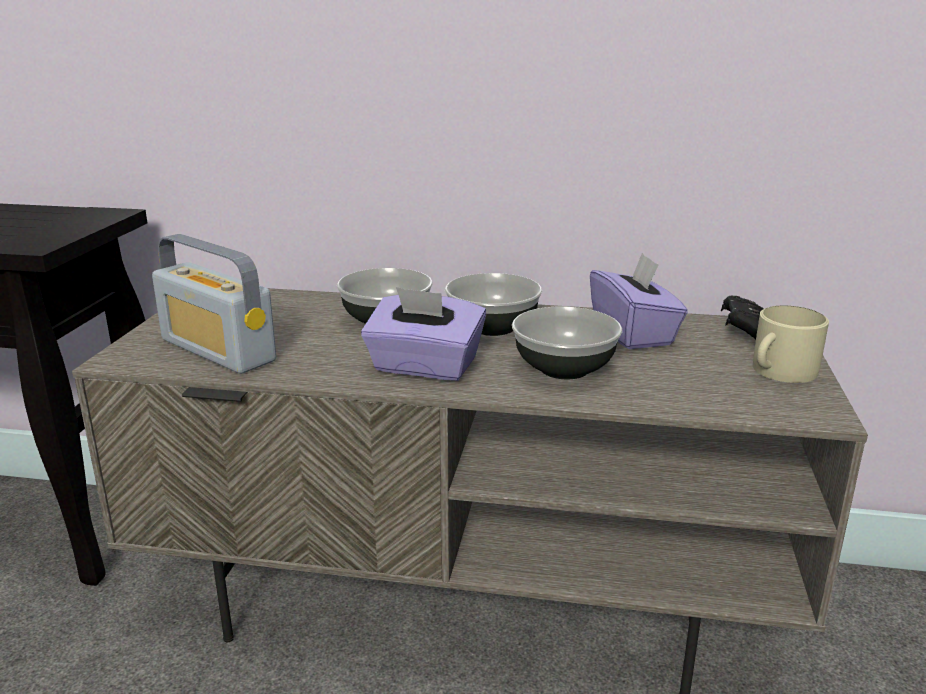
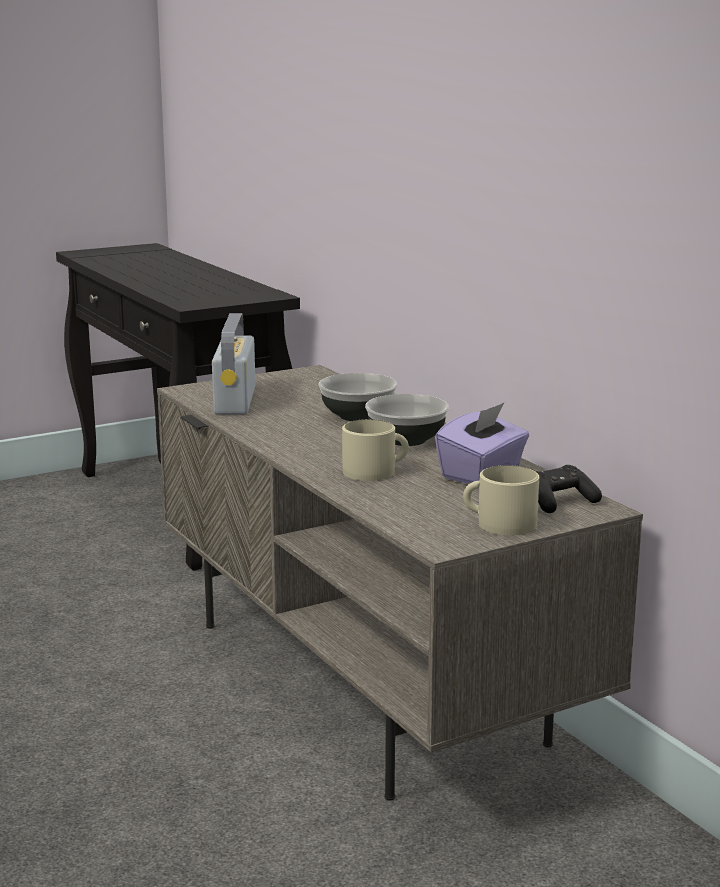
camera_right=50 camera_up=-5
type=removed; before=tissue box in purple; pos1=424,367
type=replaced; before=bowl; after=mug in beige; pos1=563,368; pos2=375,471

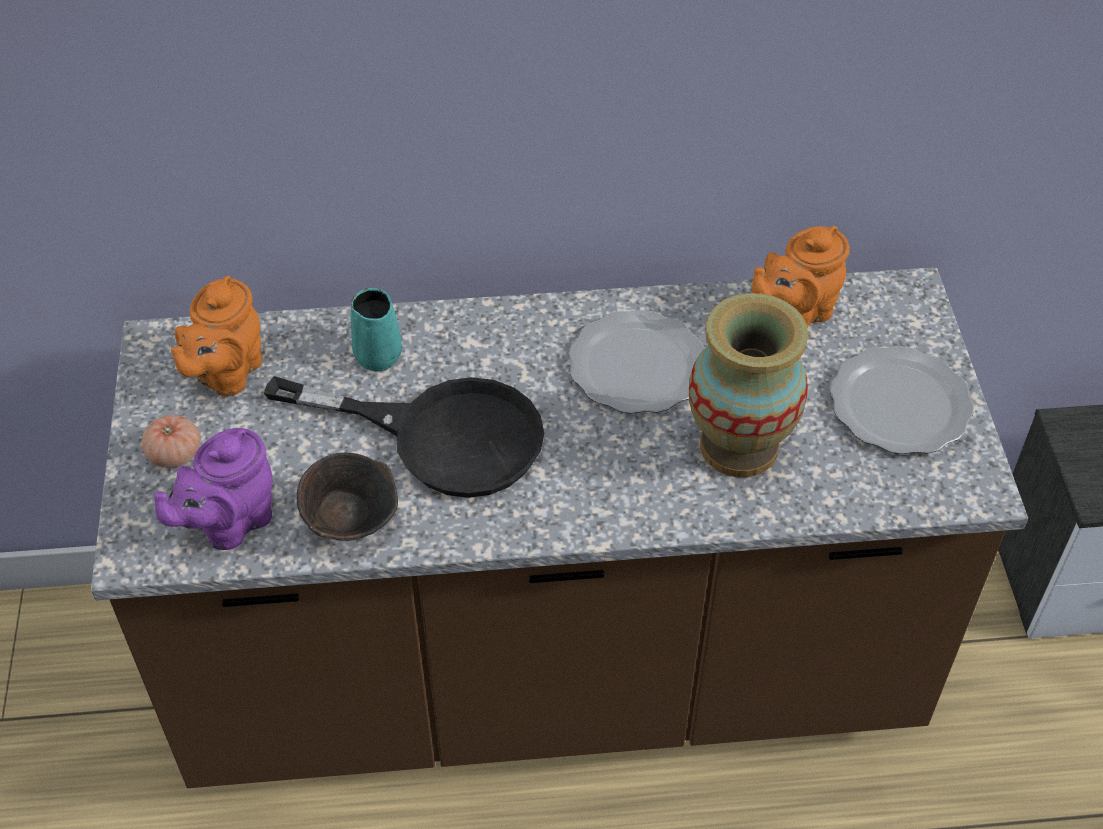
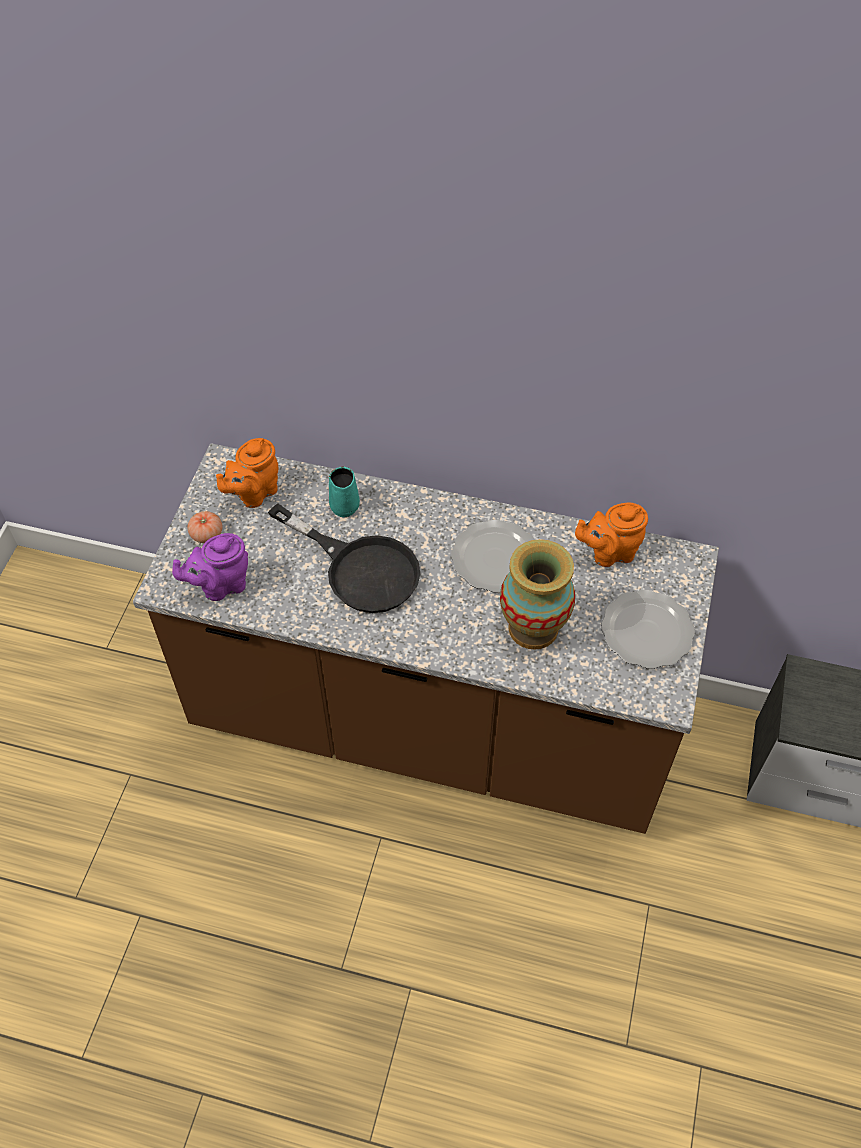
camera_right=20 camera_up=5
type=removed; before=bowl in brown; pos1=351,521

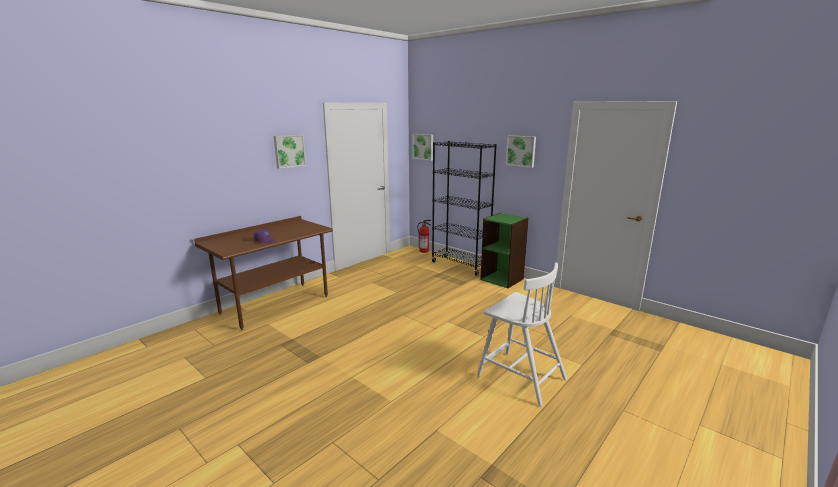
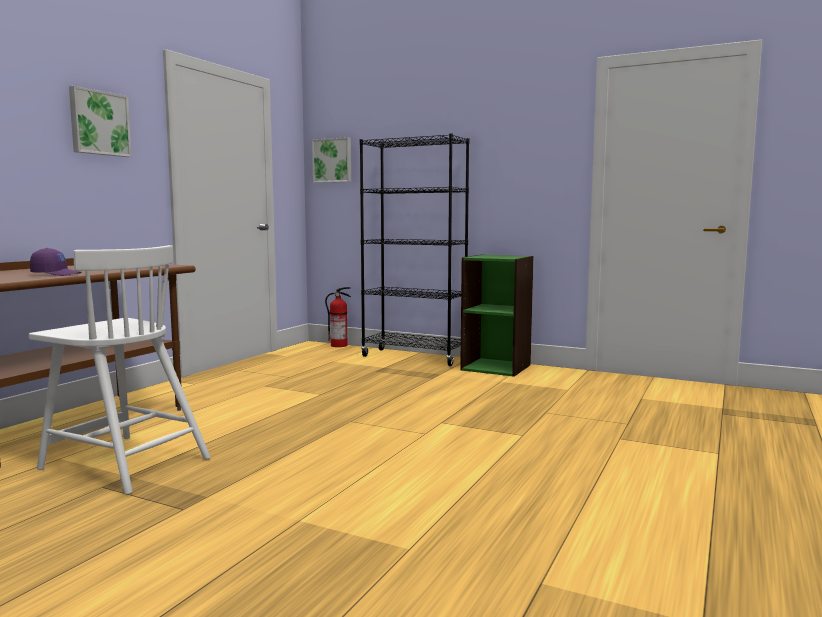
camera_right=-15 camera_up=-10
type=removed; before=picture; pos1=521,151
type=moved; before=chair in white; pos1=520,376; pos2=124,463

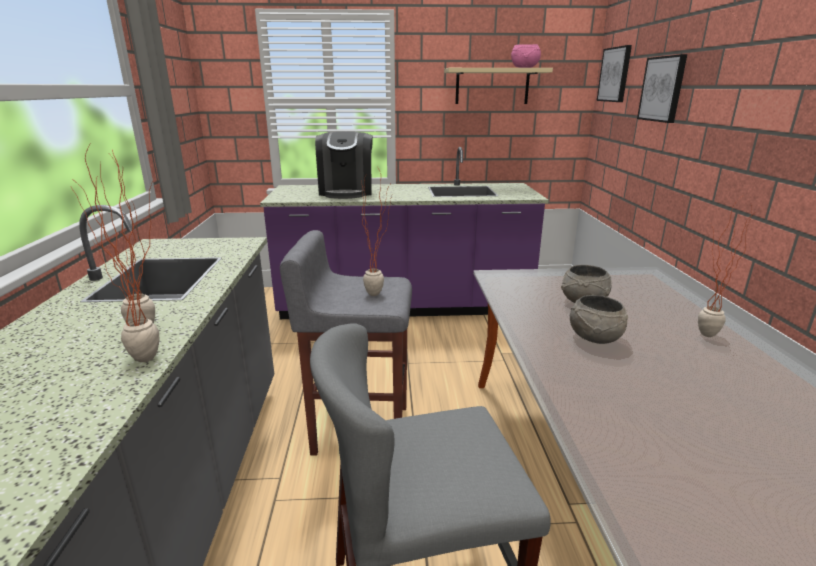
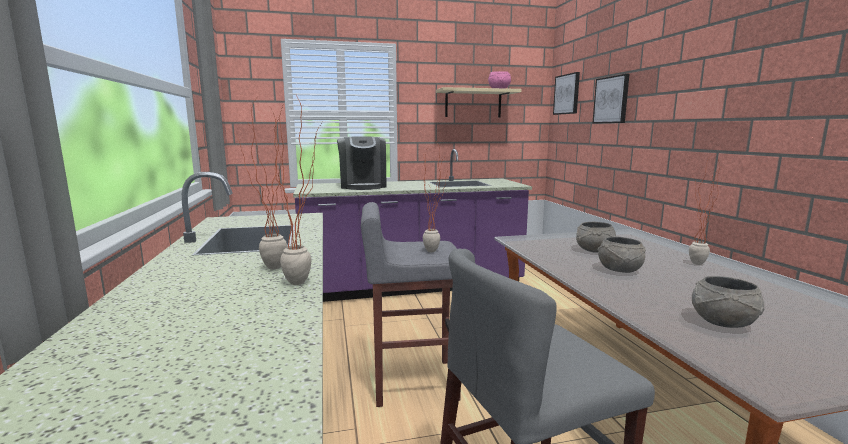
camera_right=-10 camera_up=-10
type=added; after=bowl in grey; pos2=722,323

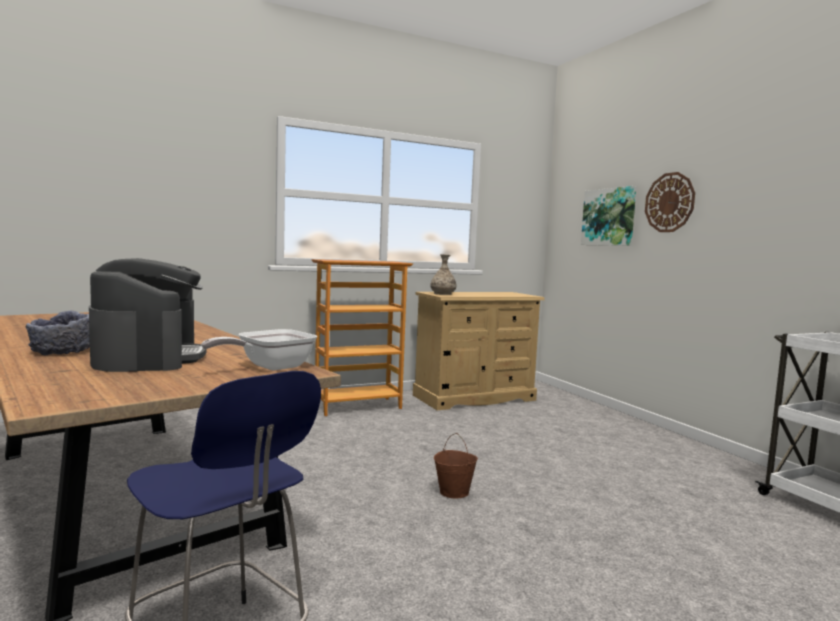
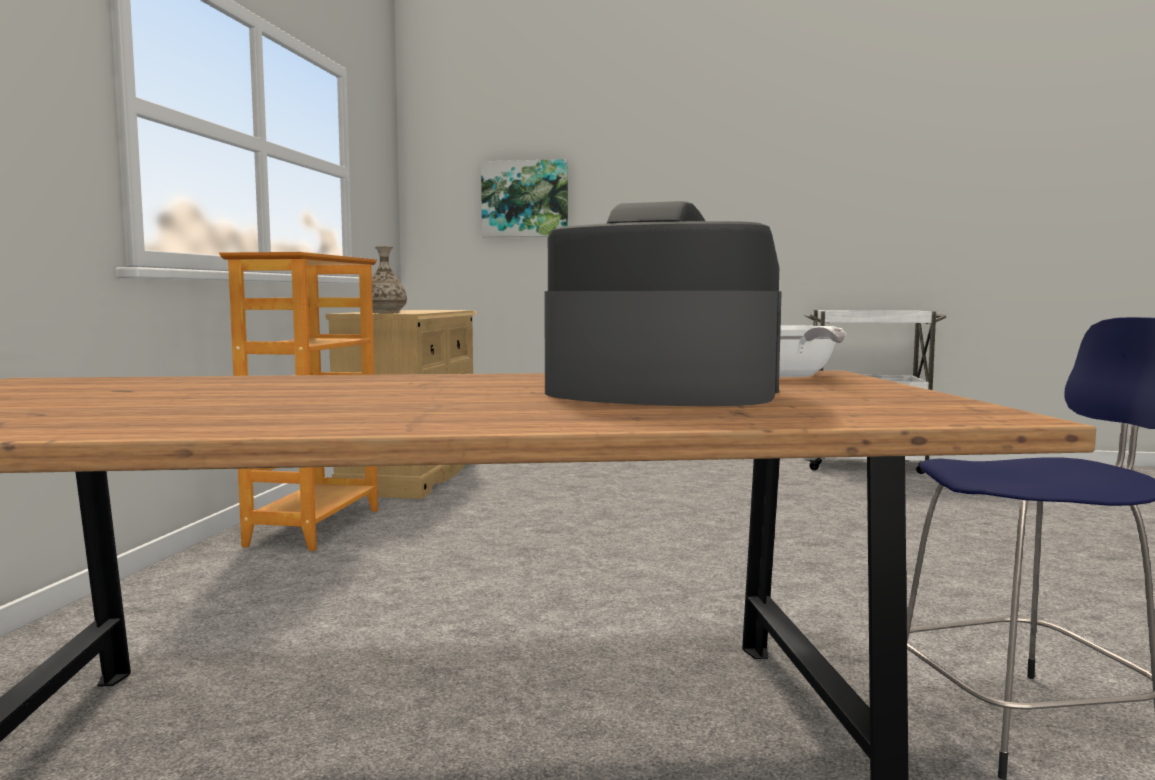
camera_right=-55 camera_up=0
type=removed; before=wall clock; pos1=669,202
type=removed; before=bowl in grey; pos1=63,352
type=removed; before=bucket in brown; pos1=454,492

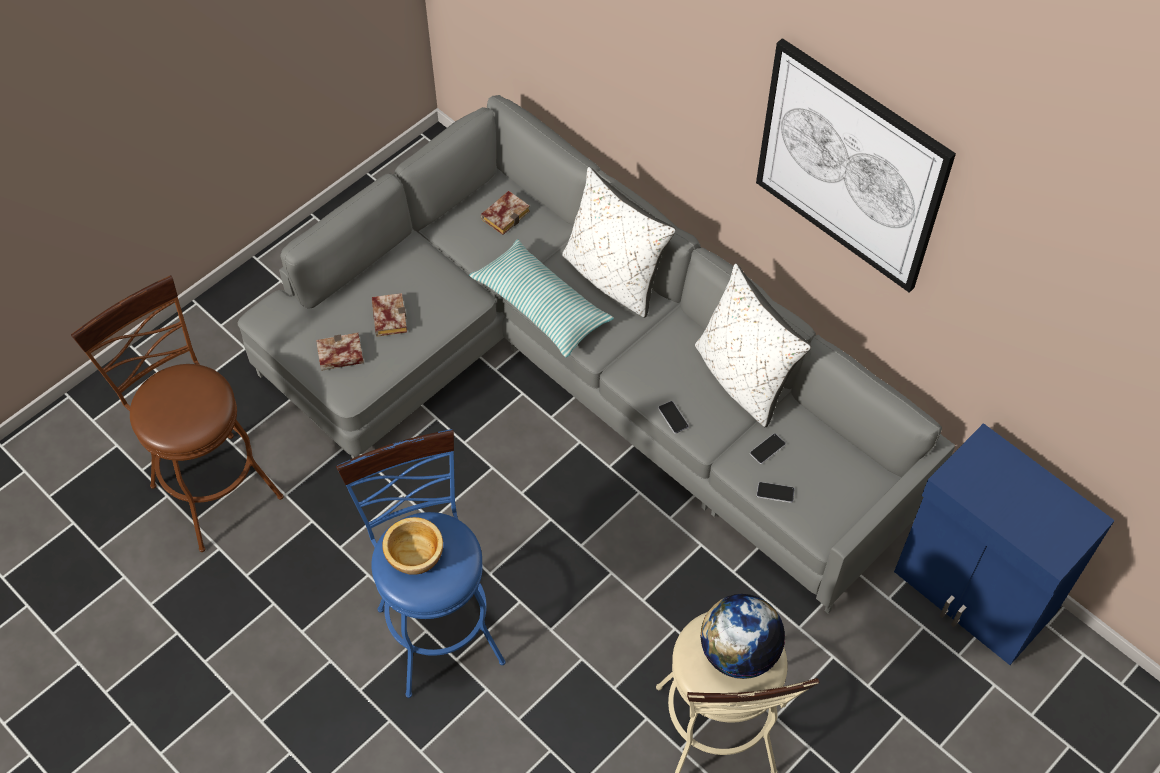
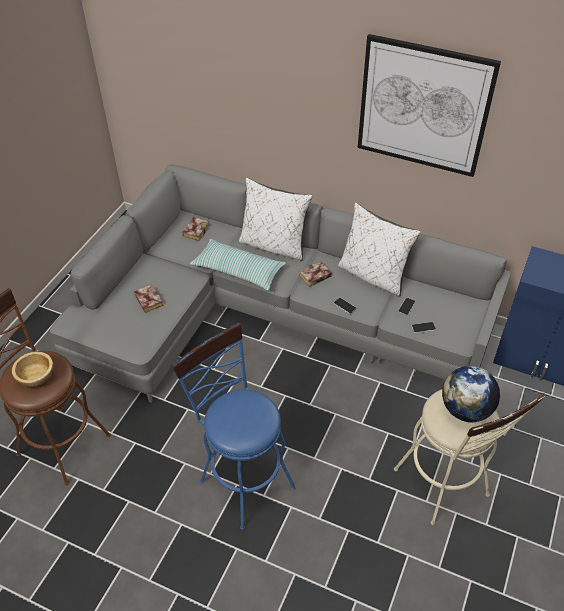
camera_right=-20 camera_up=-10
type=moved; before=book; pos1=339,356; pos2=314,277
type=moved; before=bowl; pos1=416,554; pos2=37,376

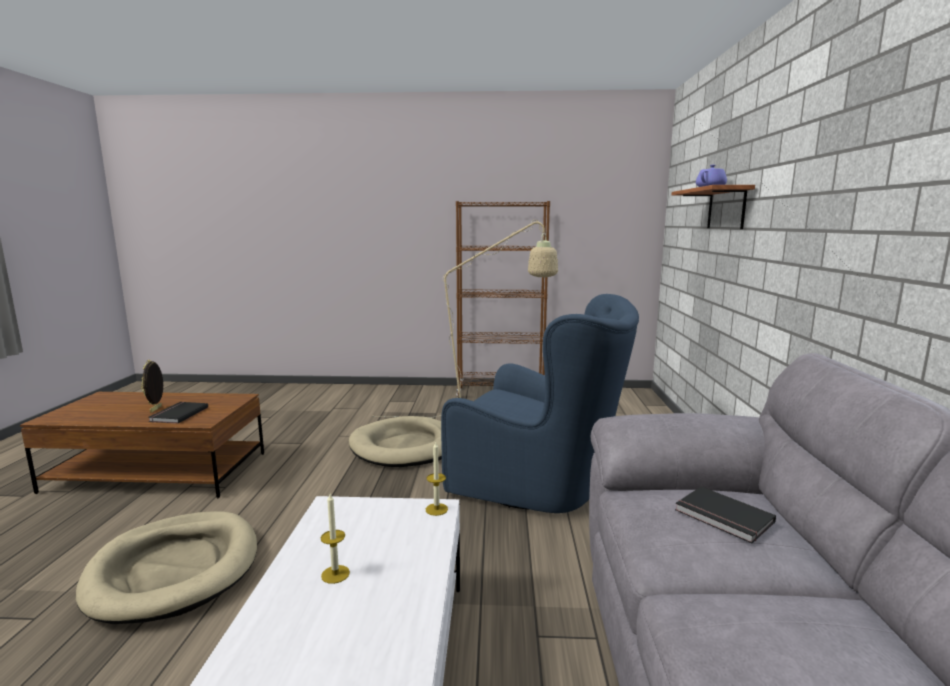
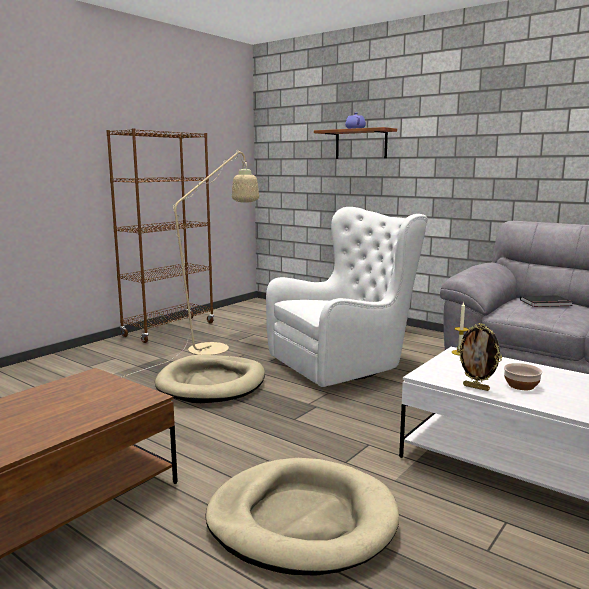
camera_right=-55 camera_up=0
type=recoloured; before=armchair in blue; after=armchair in white; pos1=540,484; pos2=346,362
type=moved; before=picture frame; pos1=156,409; pos2=476,387
type=removed; before=book in black; pos1=178,414
type=replaced; before=candle; after=bowl; pos1=335,574; pos2=521,385

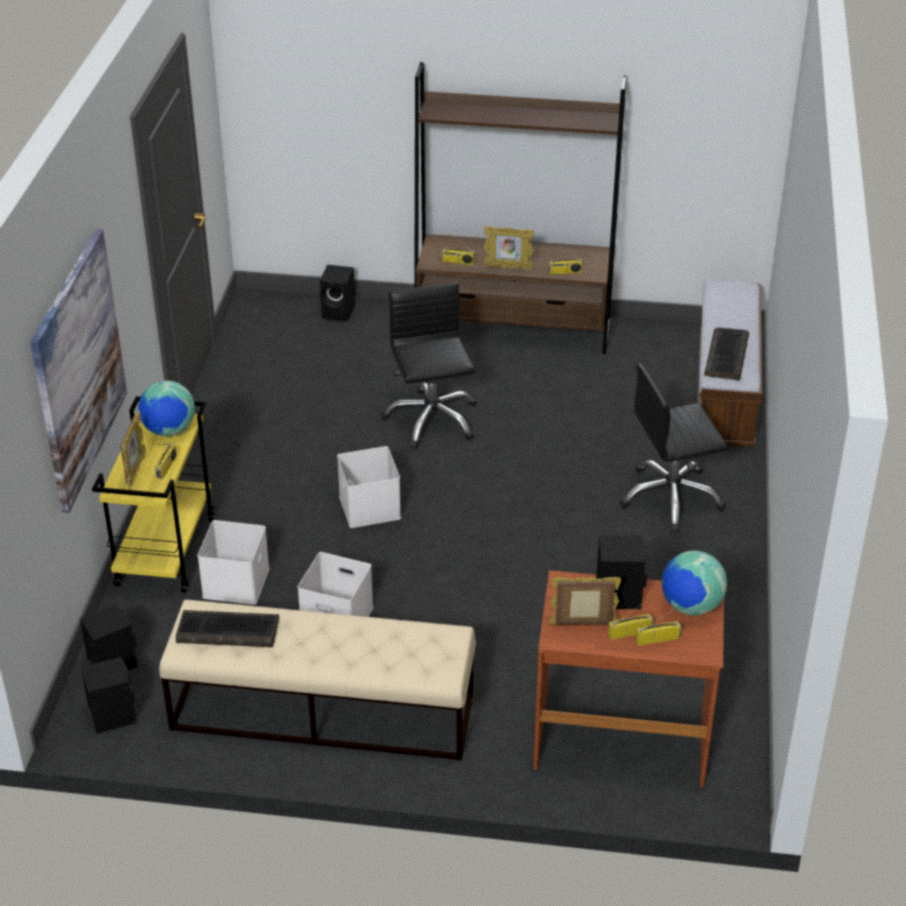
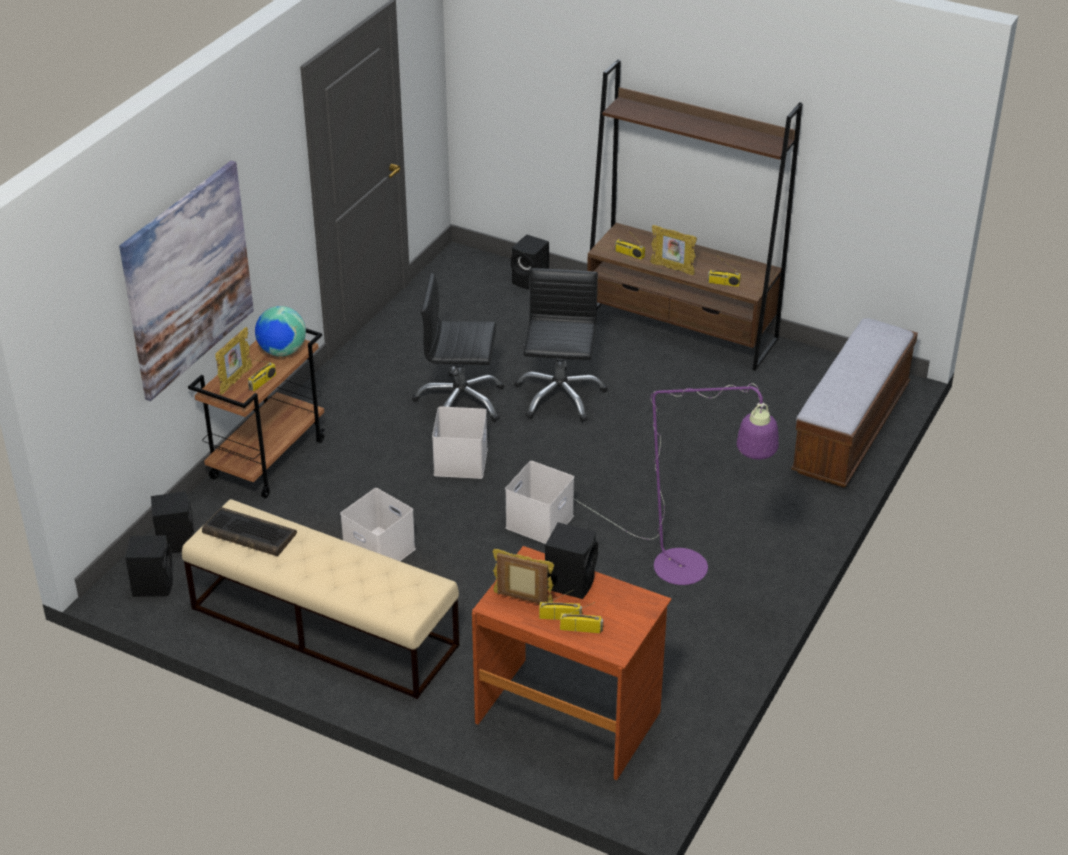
camera_right=20 camera_up=0
type=removed; before=keyboard; pos1=727,356
type=moved; before=office chair in black; pos1=671,498; pos2=460,402
type=recoloured; before=cart in yellow; after=cart in brown; pos1=165,550; pos2=268,458
type=moved; before=storage box in white; pos1=237,583; pos2=540,523
type=removed; before=globe; pos1=691,606
type=added; after=floor lamp in purple; pos2=692,573

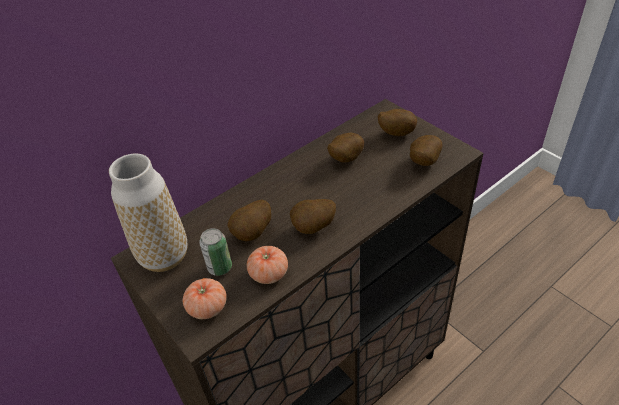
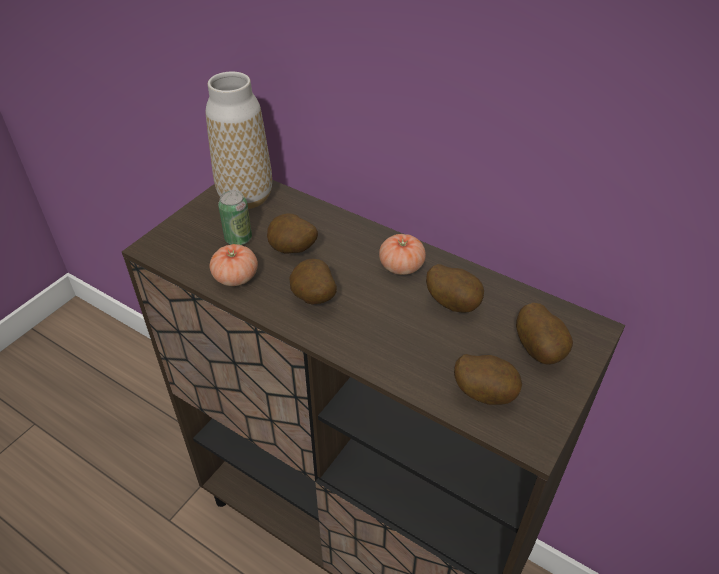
camera_right=70 camera_up=0
type=moved; before=tomato; pos1=207,307; pos2=401,266

